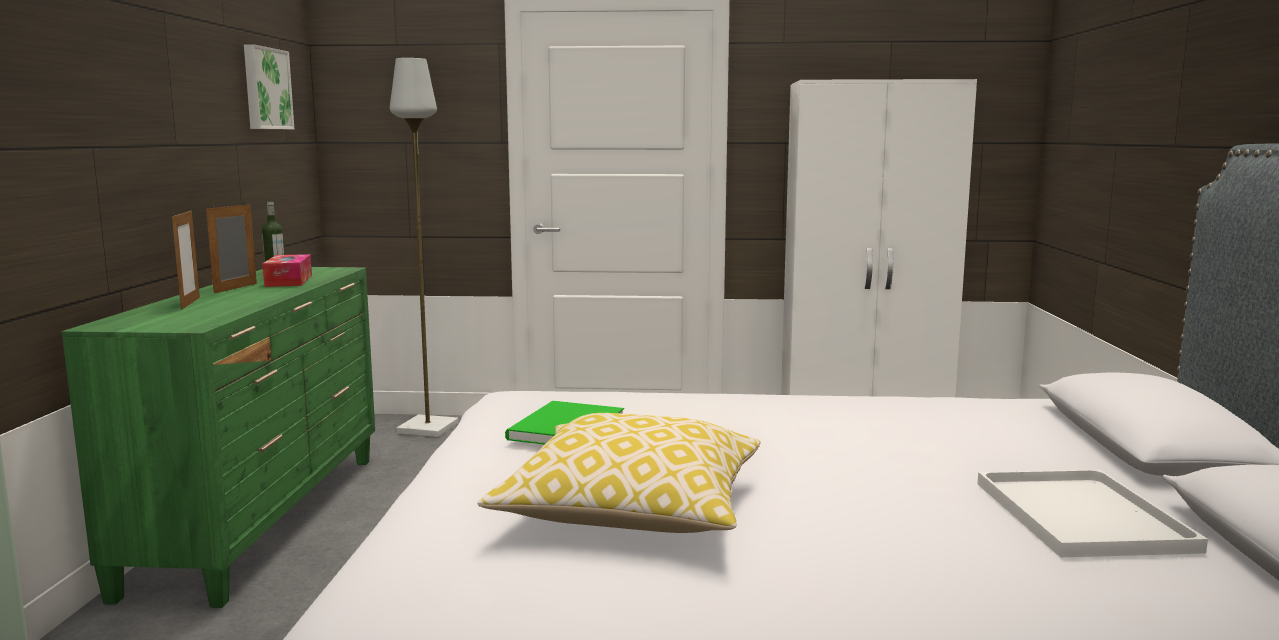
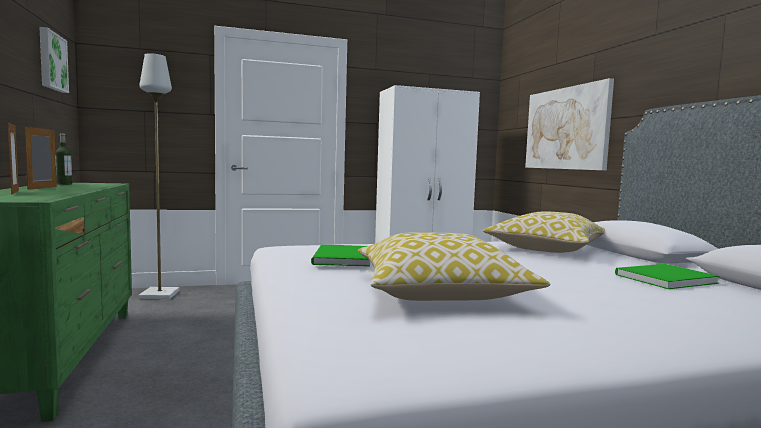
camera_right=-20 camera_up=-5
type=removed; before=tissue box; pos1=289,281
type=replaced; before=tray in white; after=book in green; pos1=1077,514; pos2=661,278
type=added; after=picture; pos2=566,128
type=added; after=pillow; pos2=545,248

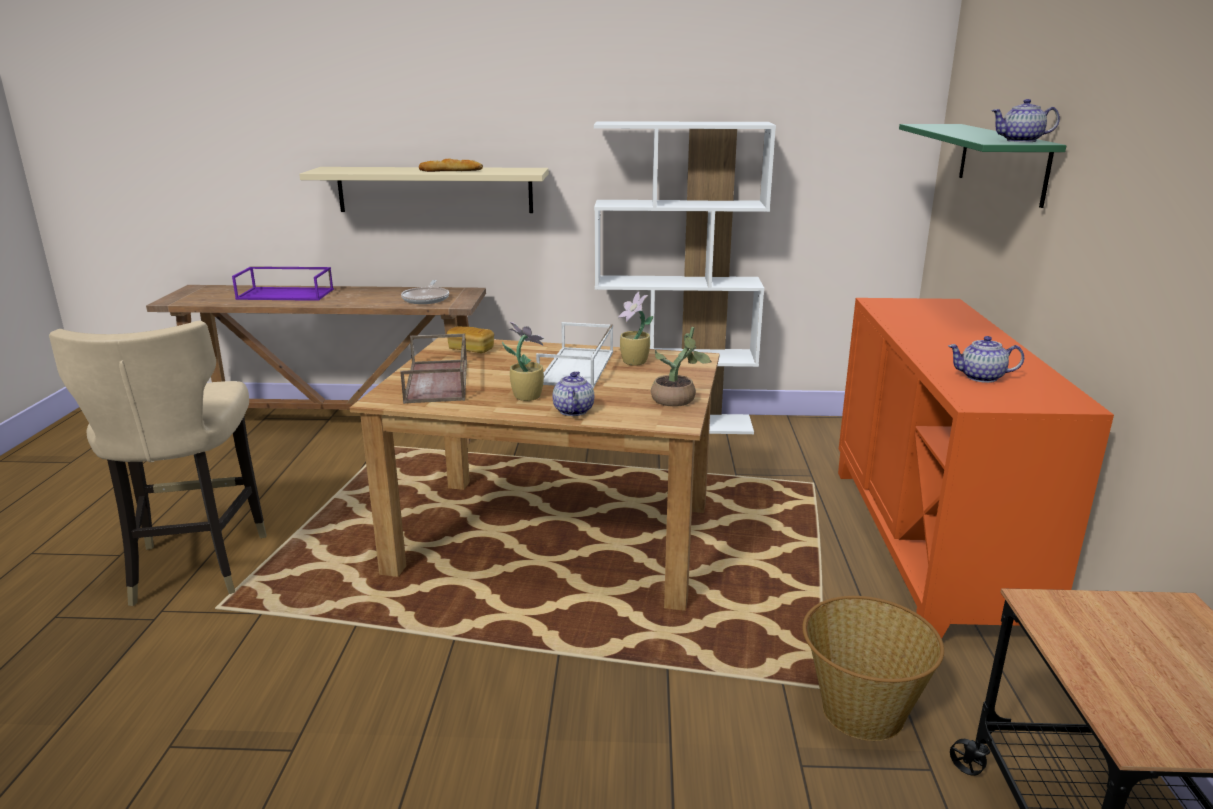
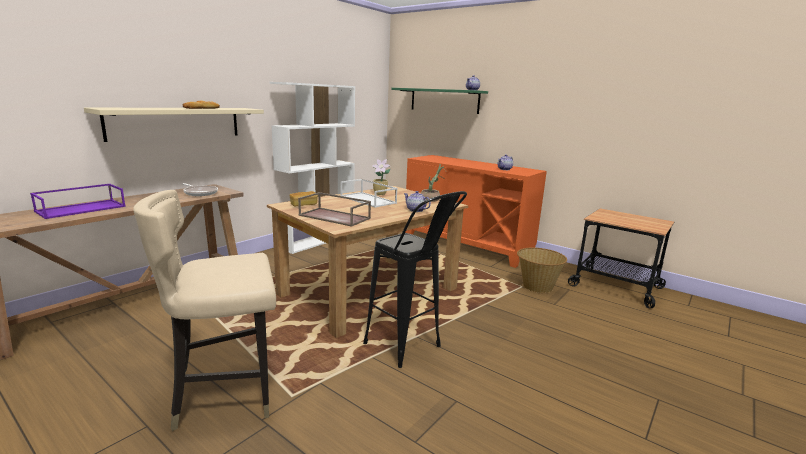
camera_right=-55 camera_up=-5
type=turned; before=chair in beige; pos1=195,567; pos2=225,395; turn=135
type=removed; before=potted plant; pos1=526,396
type=added; after=stool in black; pos2=410,350

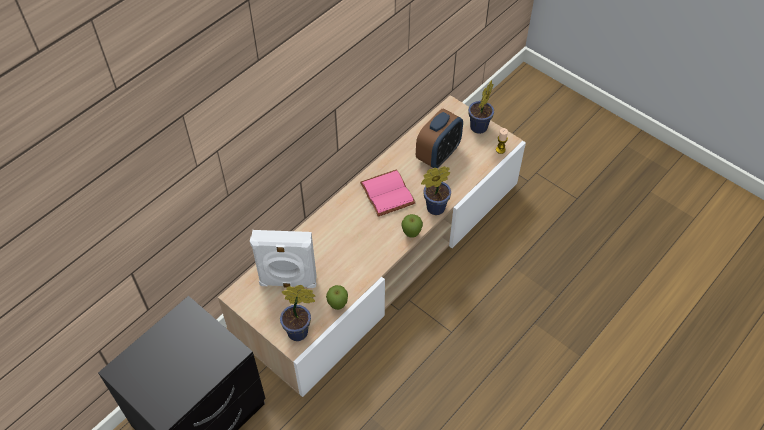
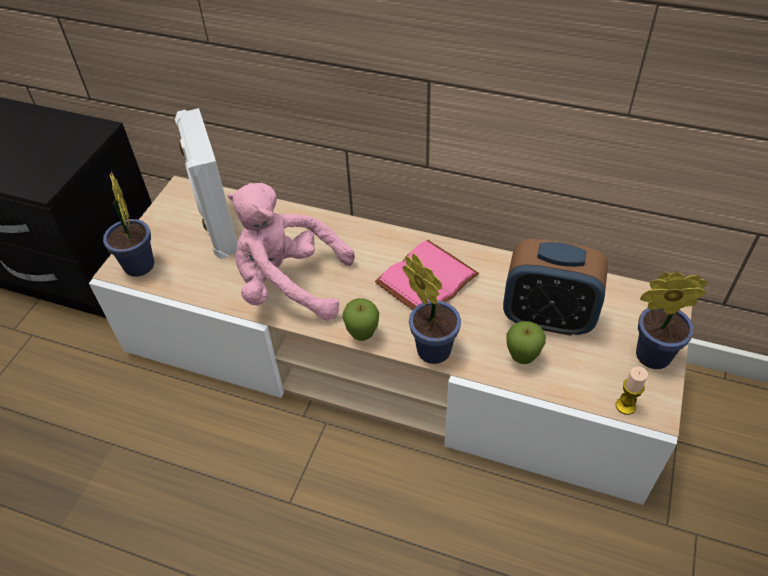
camera_right=70 camera_up=-5
type=moved; before=apple; pos1=338,306; pos2=522,358
type=added; after=plush toy in pink; pos2=289,285

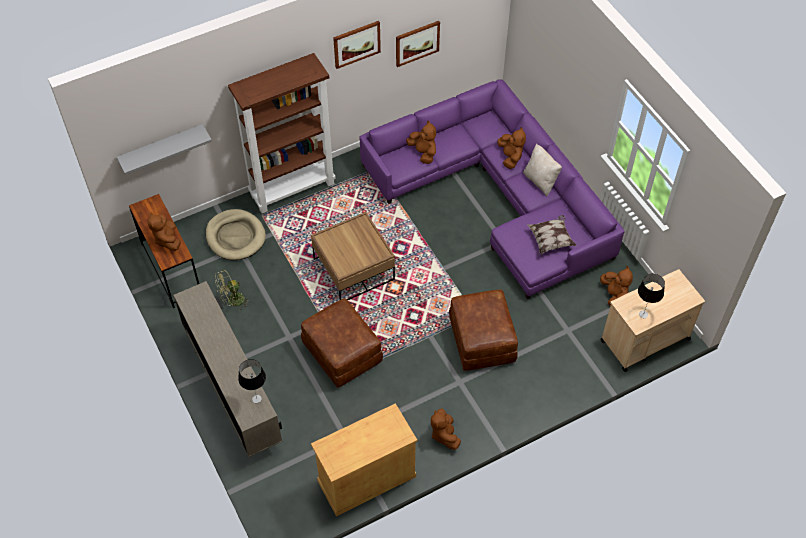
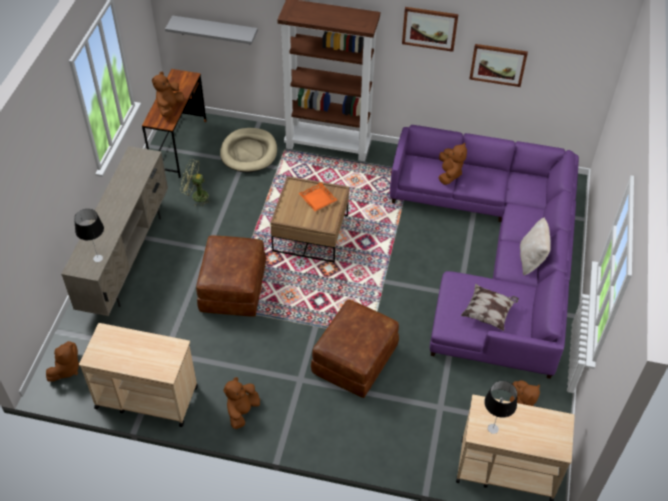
camera_right=40 camera_up=-5
type=moved; before=plush toy in brown; pos1=510,157; pos2=66,369
type=replaced; before=cabinet in beige; after=cart in beige; pos1=366,478; pos2=146,397
type=added; after=tray in orange; pos2=317,199

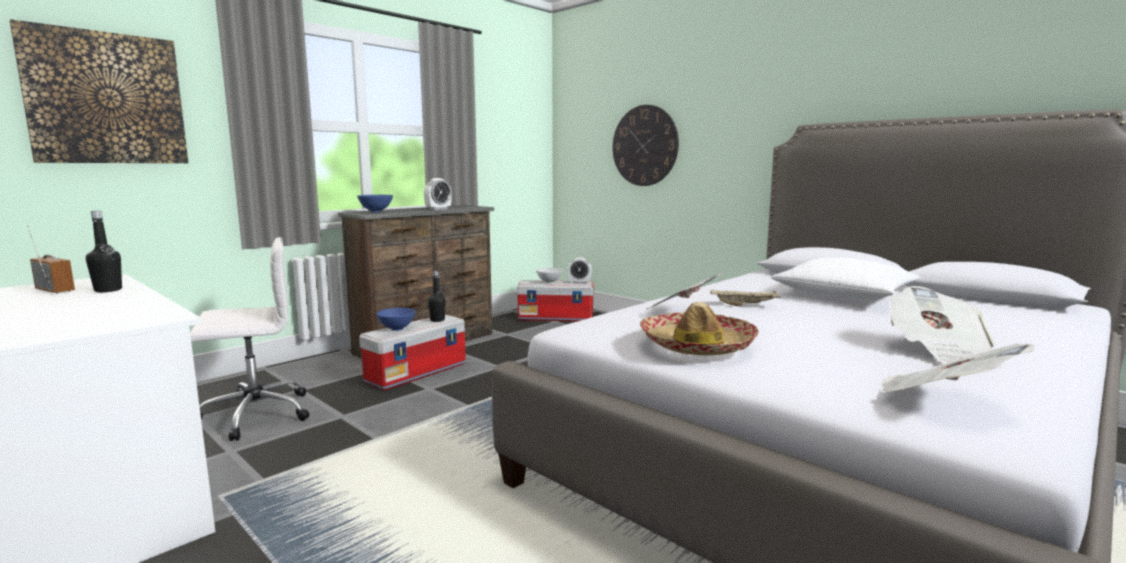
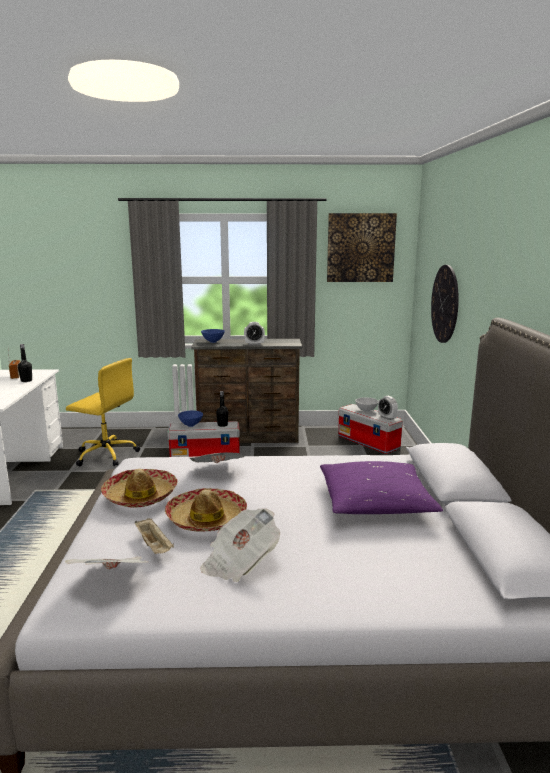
camera_right=45 camera_up=5
type=moved; before=picture; pos1=106,98; pos2=360,248
type=recoloured; before=office chair in white; after=office chair in yellow; pos1=253,414; pos2=105,454
type=recoloured; before=pillow in white; after=pillow in purple; pos1=844,296; pos2=375,502
type=moved; before=tray in beige; pos1=745,305; pos2=154,546
type=added; after=hat; pos2=206,519

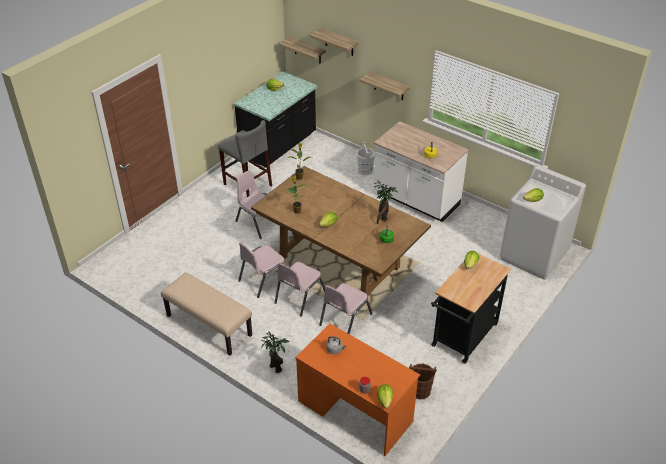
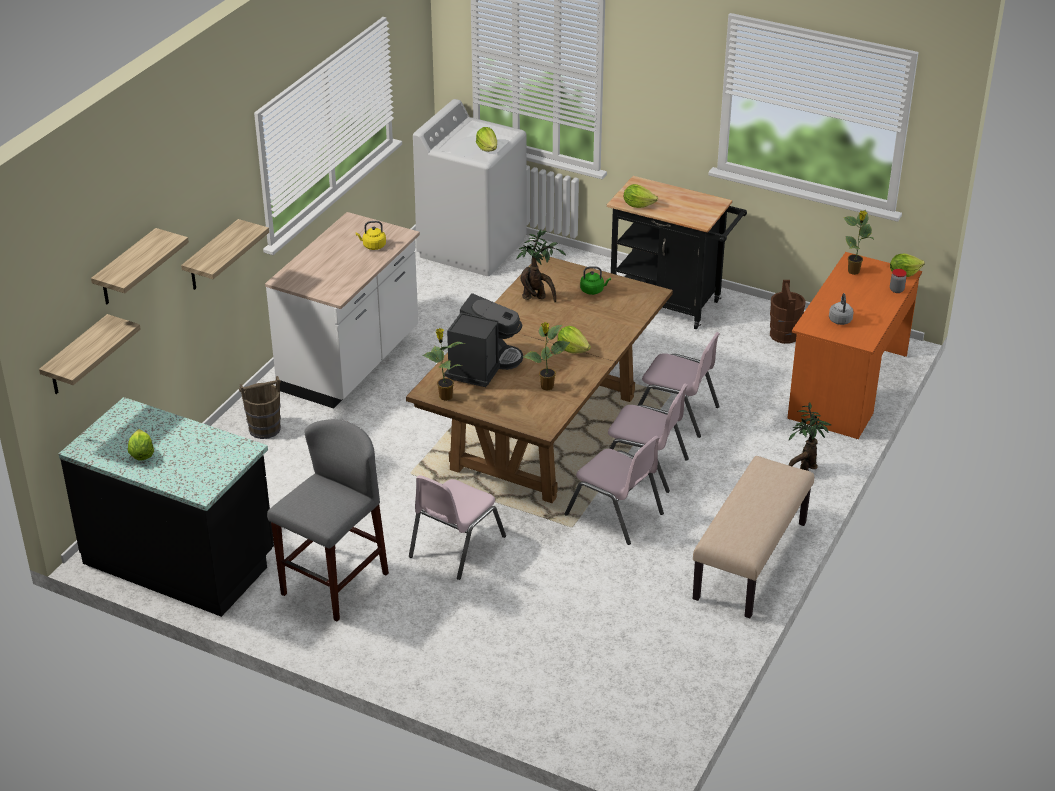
camera_right=-100 camera_up=-5
type=recoloured; before=bucket in white; after=bucket in brown; pos1=365,170; pos2=264,429
type=added; after=potted plant; pos2=854,272
type=added; after=coffee machine; pos2=482,365

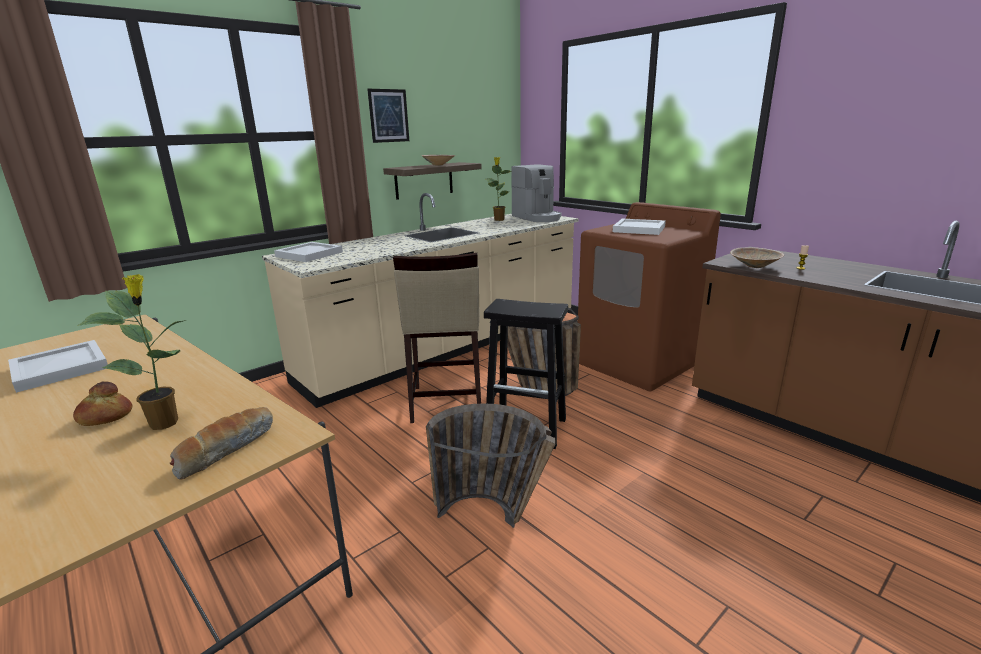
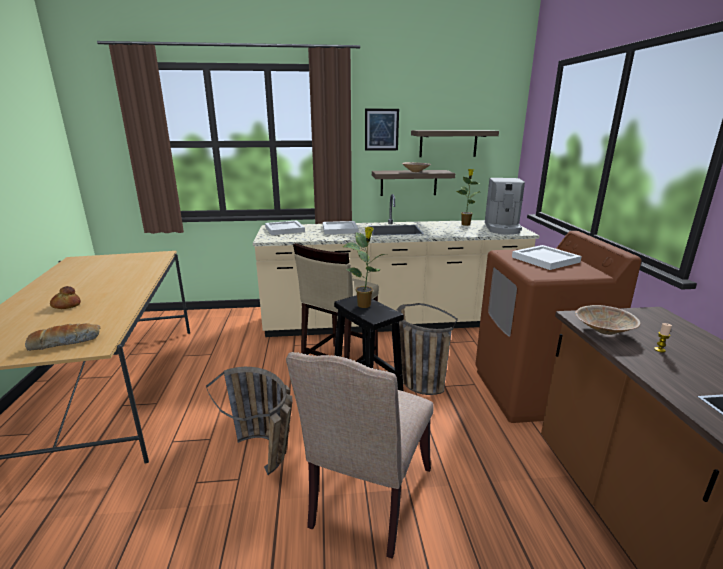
camera_right=35 camera_up=0
type=moved; before=potted plant; pos1=166,423; pos2=365,305
type=moved; before=tray in white; pos1=58,368; pos2=339,229
type=added; after=shelf; pos2=448,143
type=added; after=chair in beige; pos2=367,500

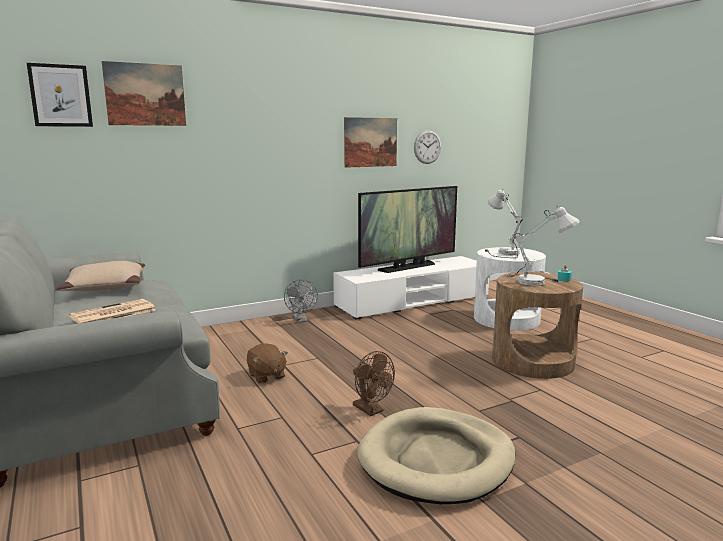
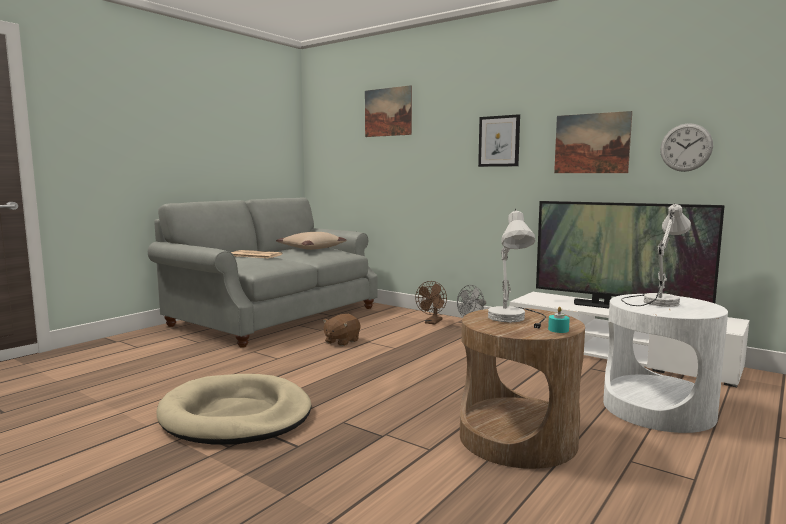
camera_right=65 camera_up=-5
type=moved; before=picture; pos1=60,95; pos2=499,141
type=moved; before=fan in brown; pos1=371,410; pos2=432,322

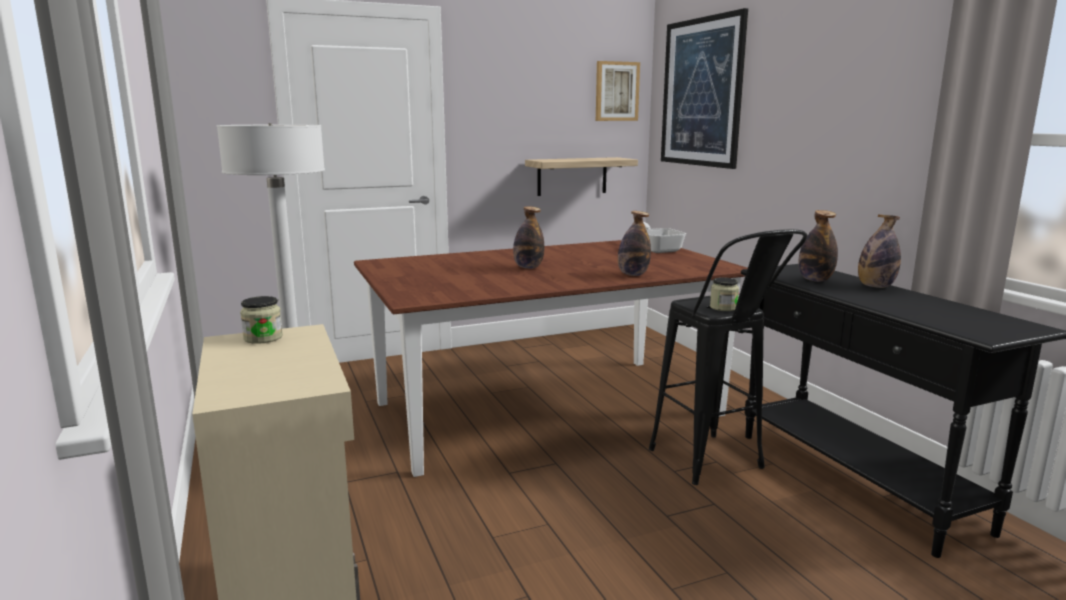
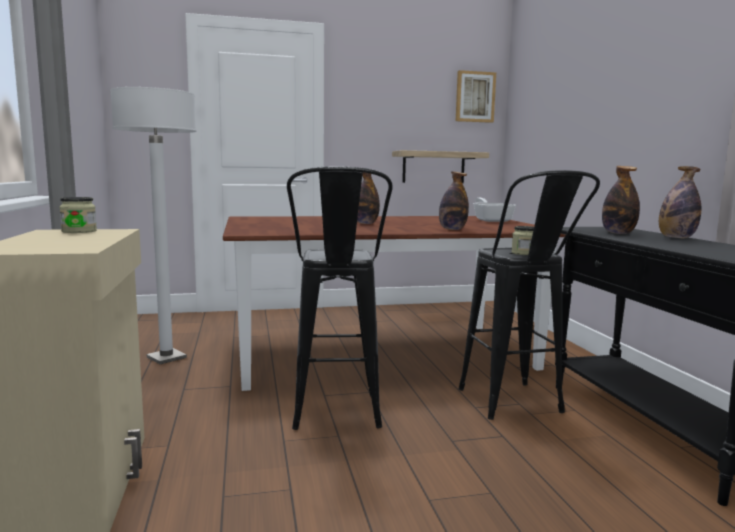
camera_right=10 camera_up=-5
type=removed; before=picture; pos1=701,92
type=added; after=stool in black; pos2=336,419

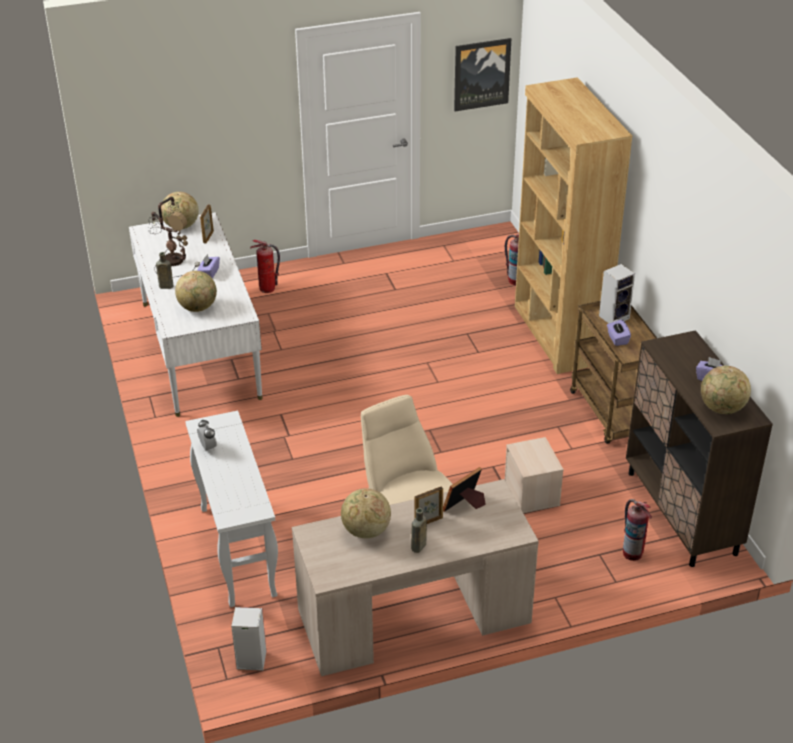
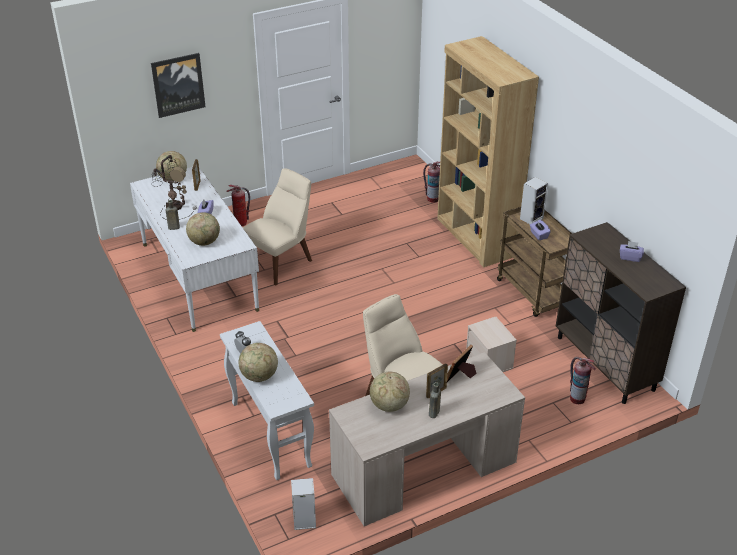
camera_right=-10 camera_up=0
type=moved; before=picture; pos1=481,74; pos2=178,84
type=moved; before=globe; pos1=722,408; pos2=259,376
type=added; after=chair in beige; pos2=281,262

